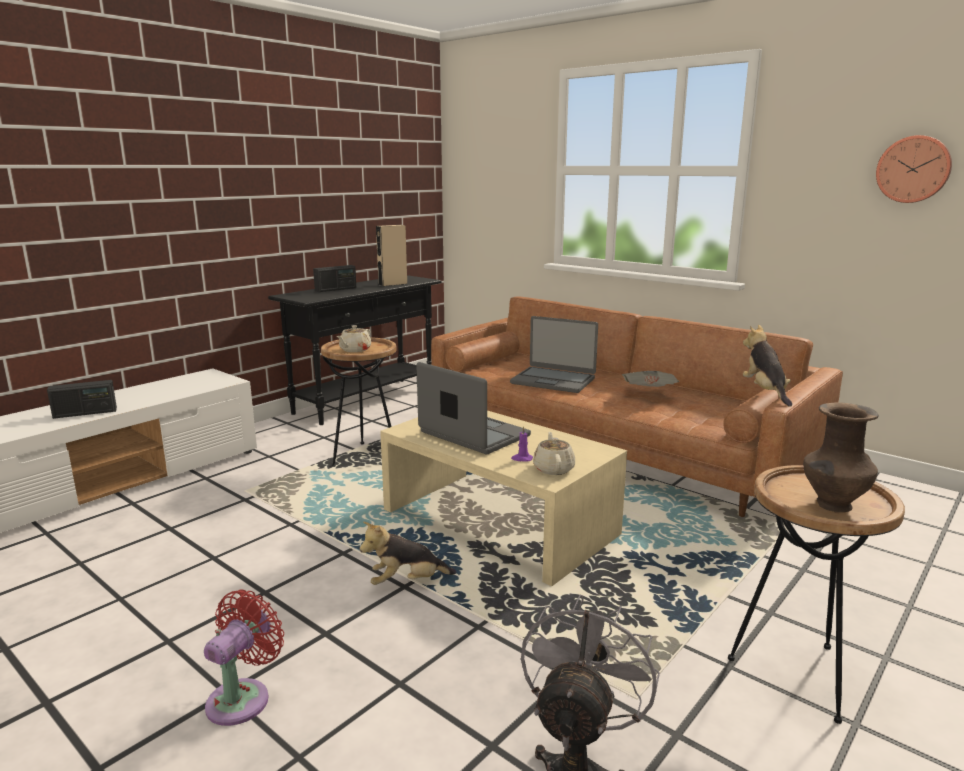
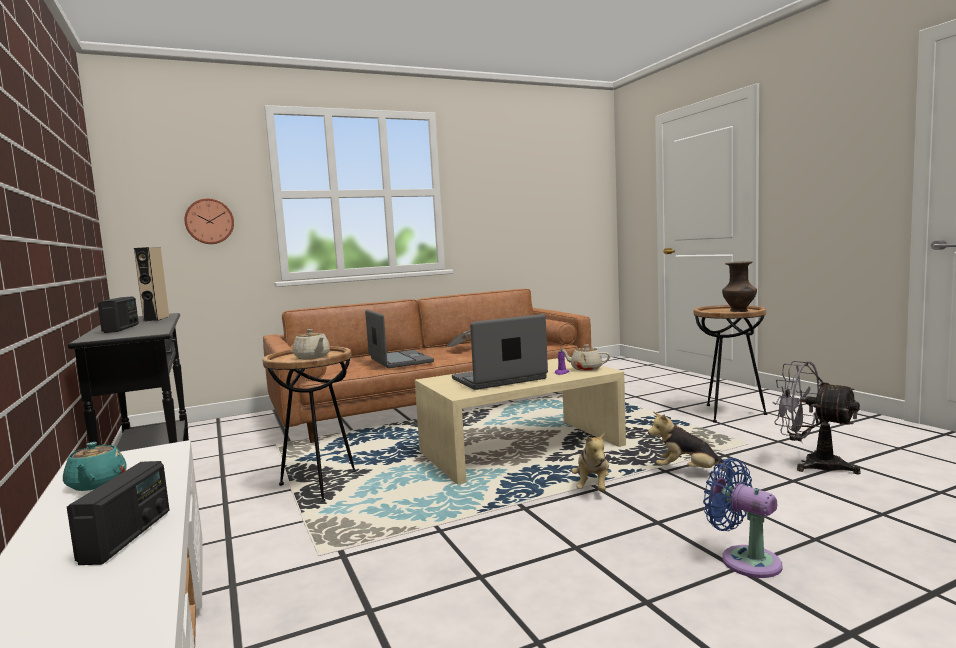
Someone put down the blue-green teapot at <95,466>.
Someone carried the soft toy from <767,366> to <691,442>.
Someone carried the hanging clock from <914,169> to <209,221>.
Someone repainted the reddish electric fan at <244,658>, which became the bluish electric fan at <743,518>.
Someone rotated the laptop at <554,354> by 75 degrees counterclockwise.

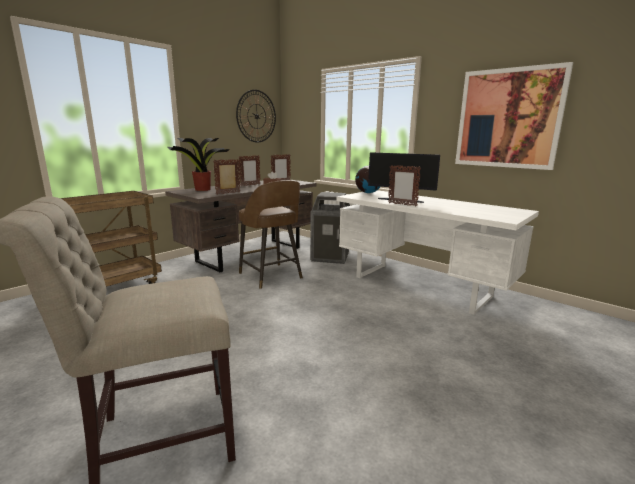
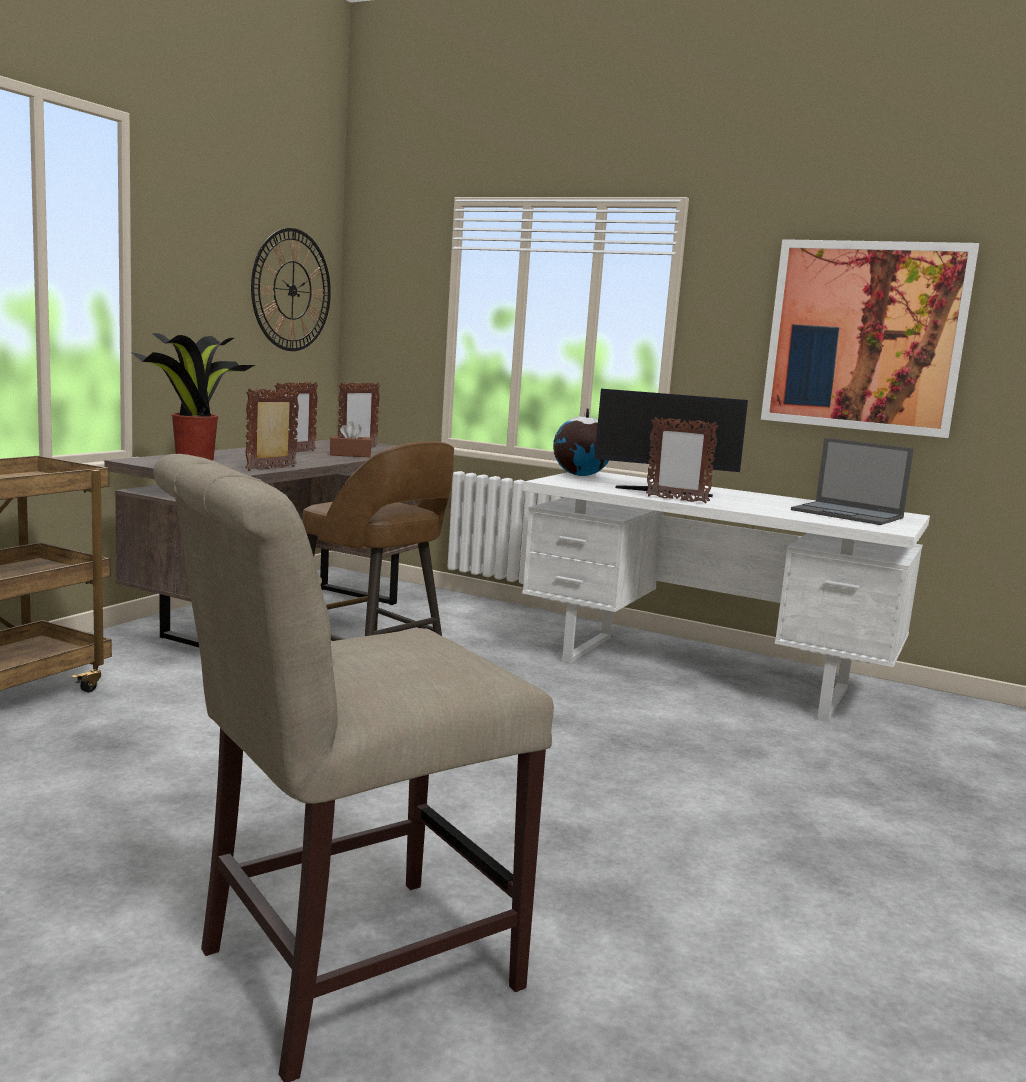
Someone took away the rubbish bin at <330,228>.
Someone put down the laptop at <852,481>.

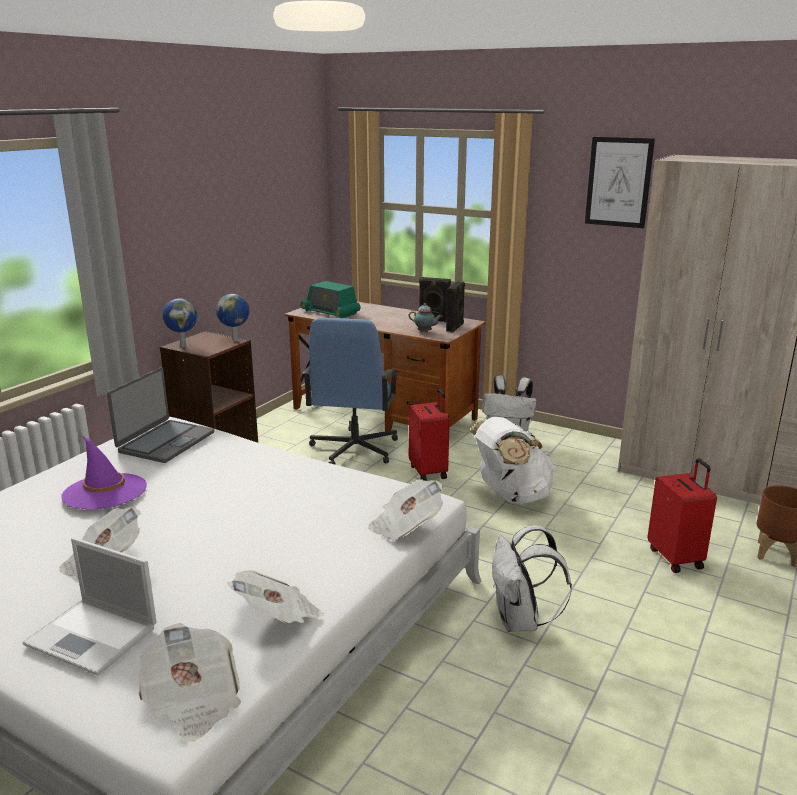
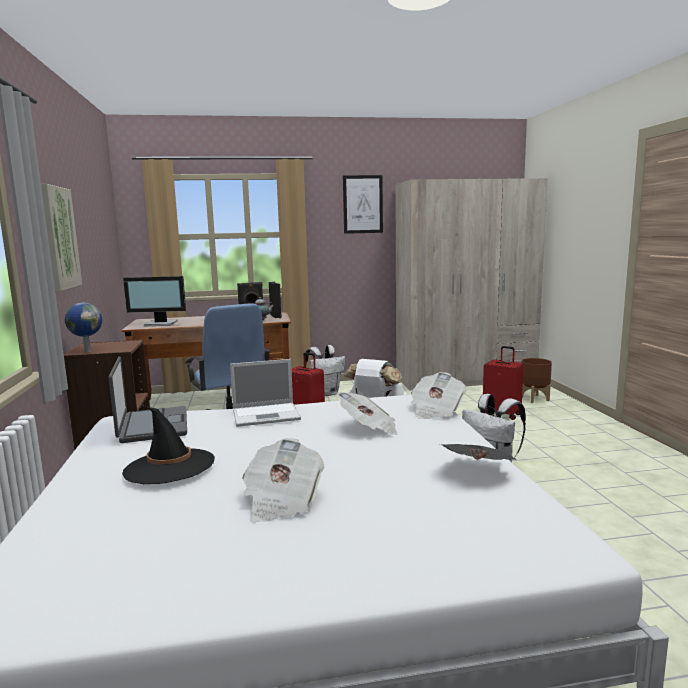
Someone took away the globe at <233,318>.
Someone put up the picture at <61,237>.
Someone carried the laptop from <89,607> to <265,393>.
Someone carried the daily paper from <189,682> to <367,413>.
Someone swapped the radio at <330,299> for the monitor at <154,301>.
Someone repainted the purple-coloured wearable hat at <104,473>, which became the black-coloured wearable hat at <168,445>.

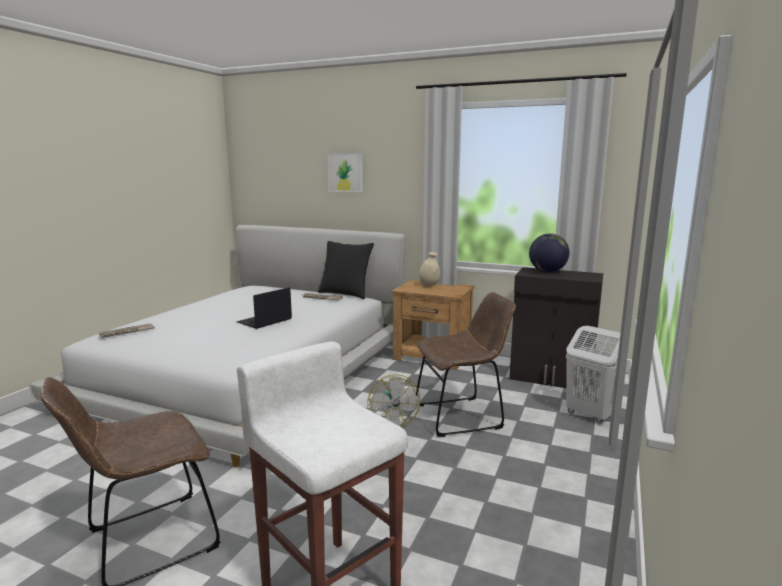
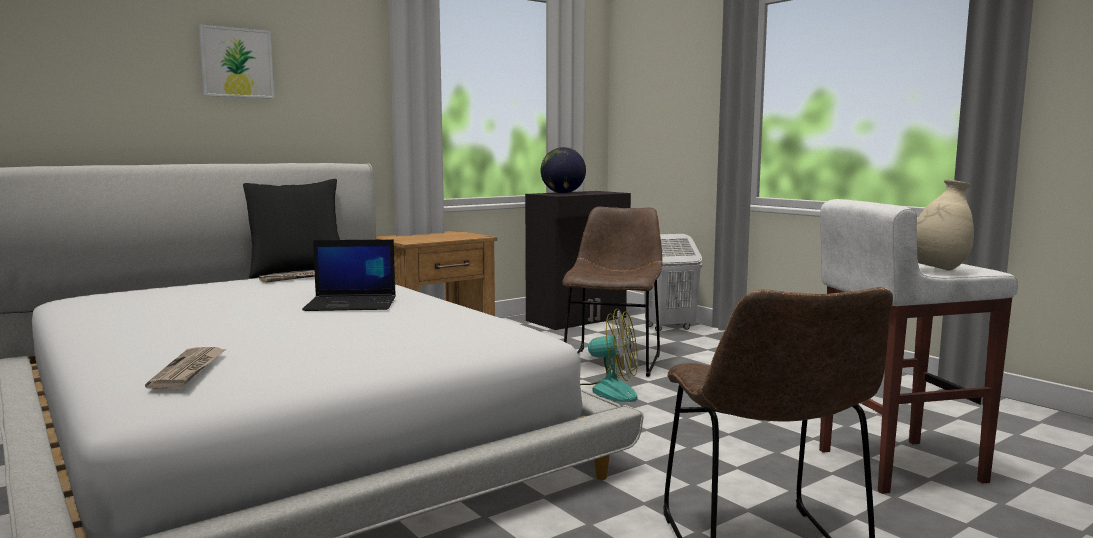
Someone carried the beige-coloured vase from <429,269> to <945,225>.
Someone rotated the laptop at <264,308> by 75 degrees counterclockwise.

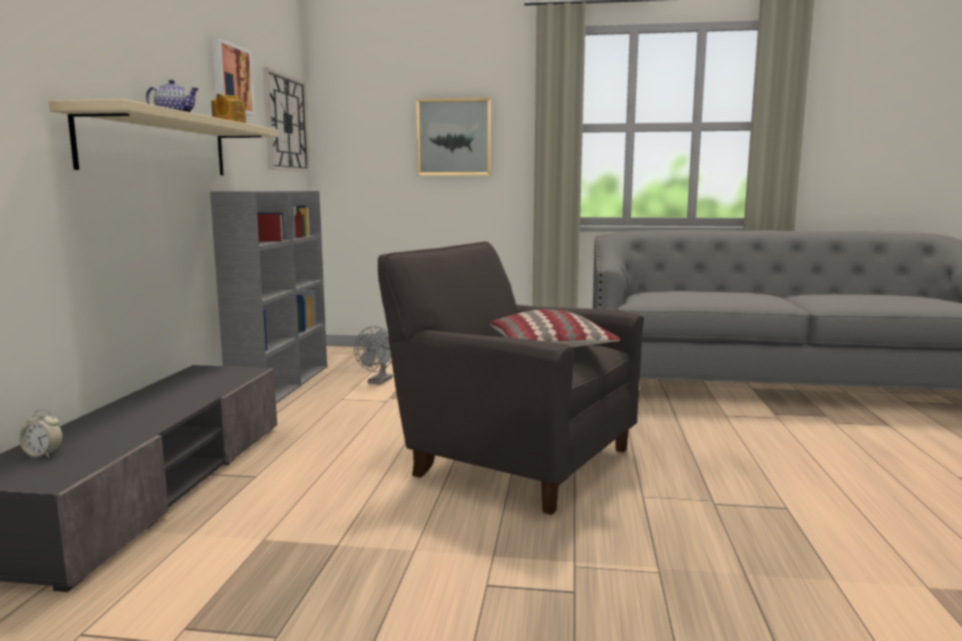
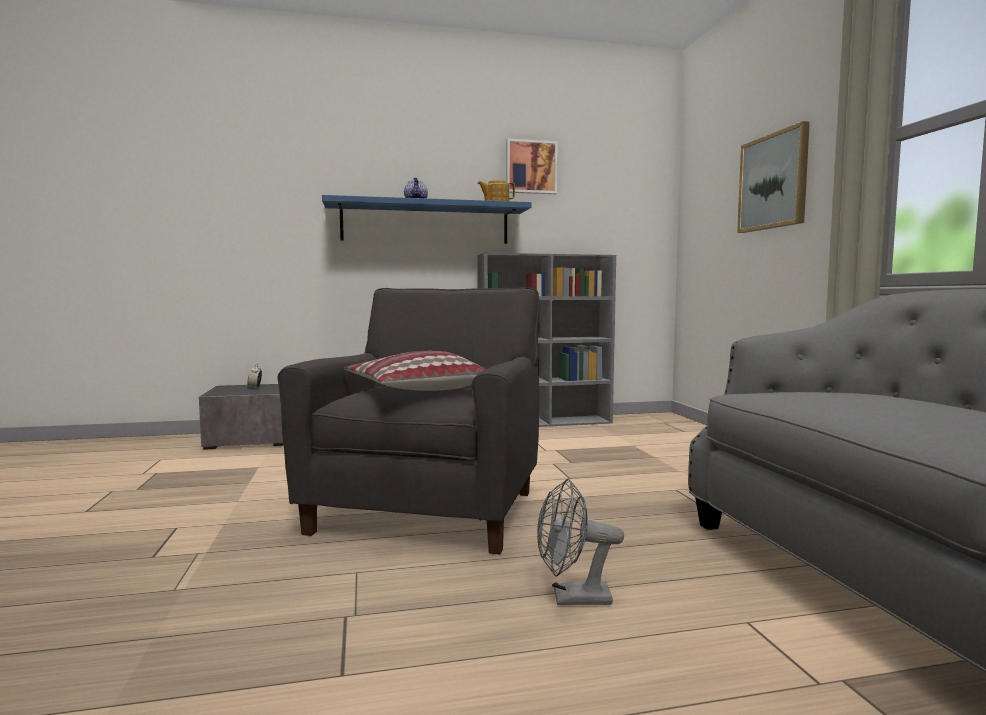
Someone took away the hanging clock at <286,119>.
Someone carried the grey electric fan from <373,355> to <580,542>.
Someone repainted the beige-coloured shelf at <164,137>, which became the bluish shelf at <426,219>.

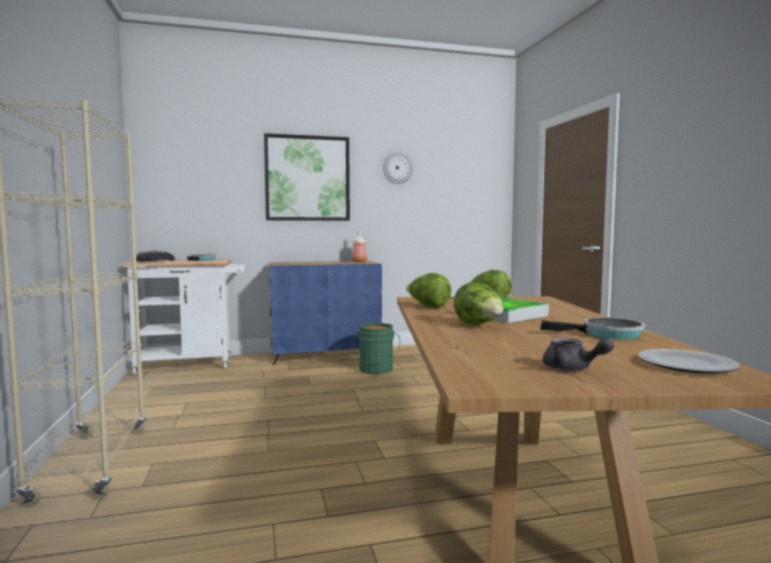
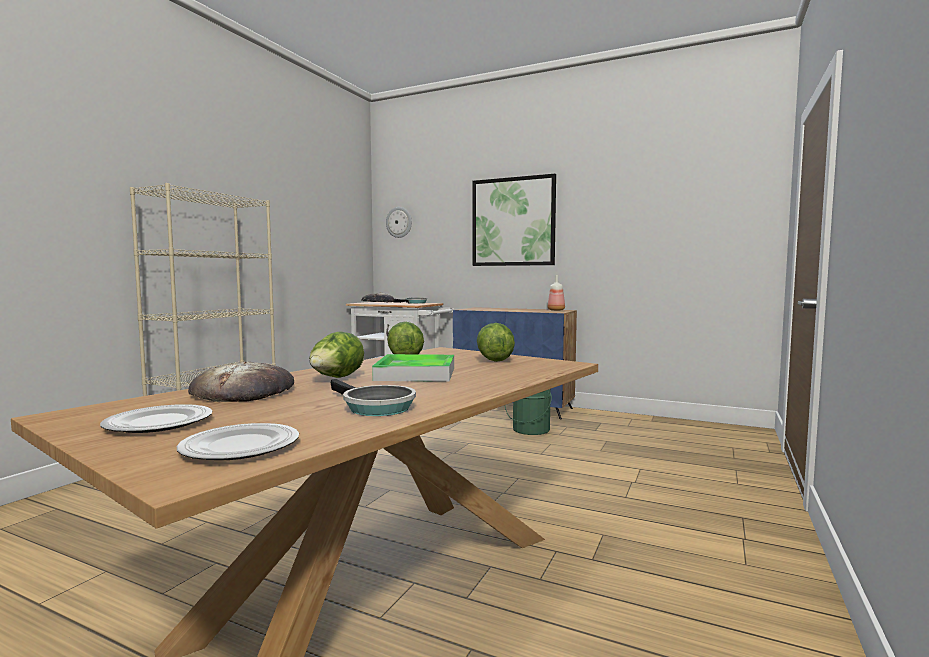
Someone put down the baked bread at <241,382>.
Someone carried the hanging clock from <398,168> to <399,222>.
Someone swapped the grey teapot at <578,354> for the dinner plate at <156,418>.

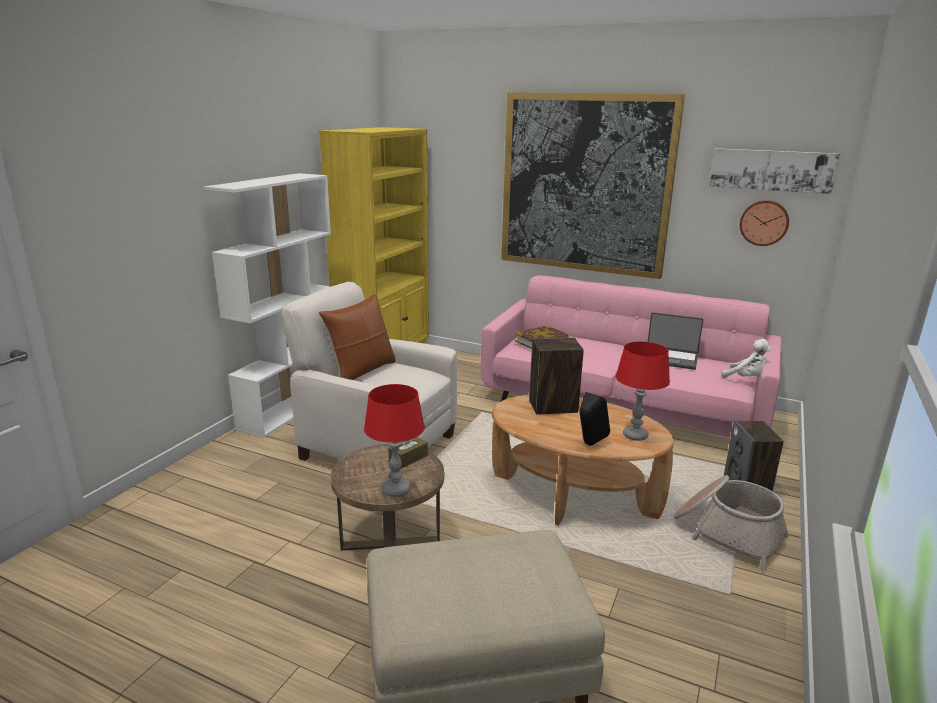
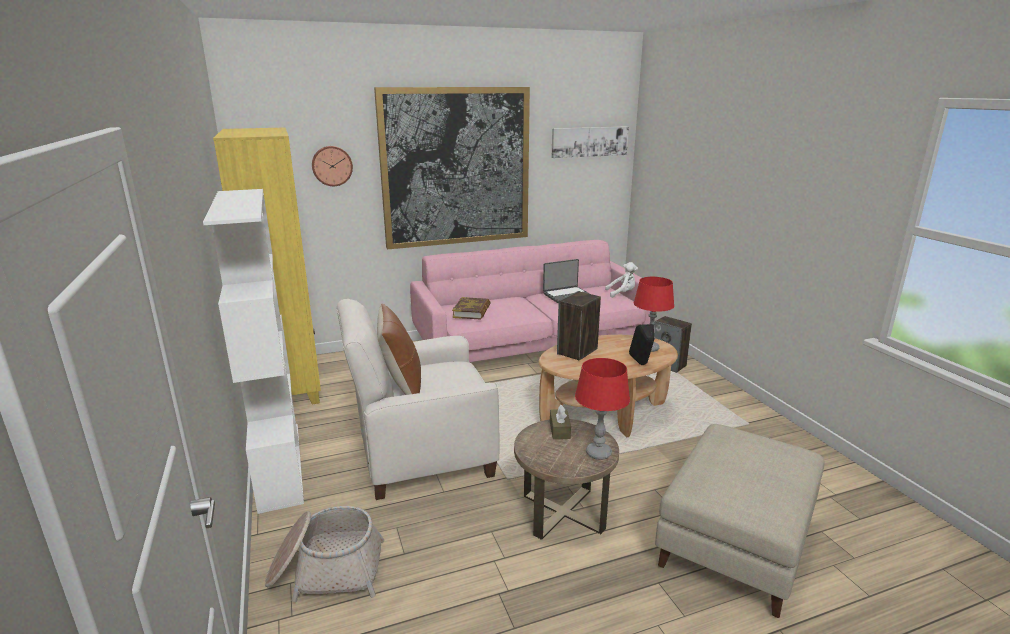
Someone carried the basket from <731,523> to <324,554>.
Someone carried the hanging clock from <764,223> to <332,166>.

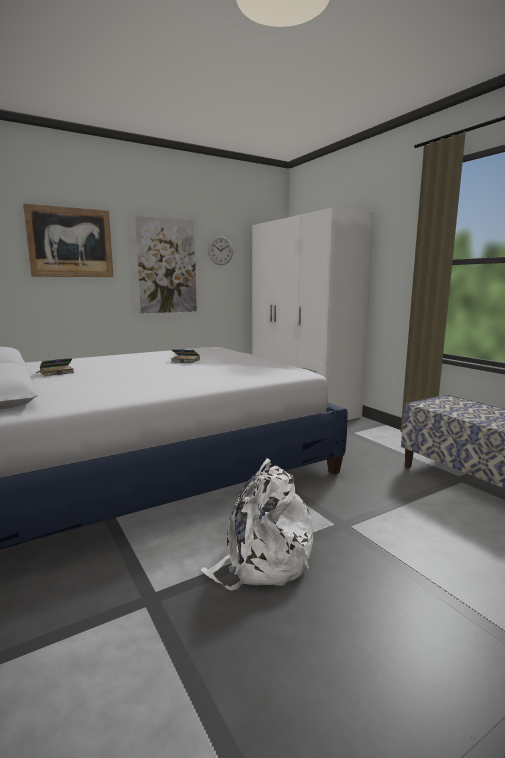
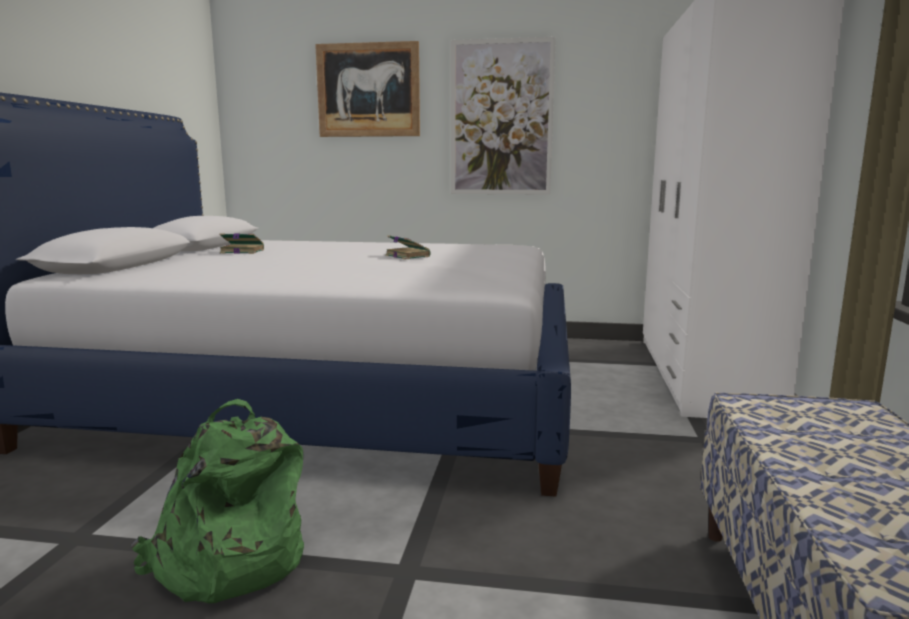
Someone took away the hanging clock at <220,250>.
Someone repainted the white-coloured knapsack at <256,524>, which became the greenish knapsack at <217,501>.

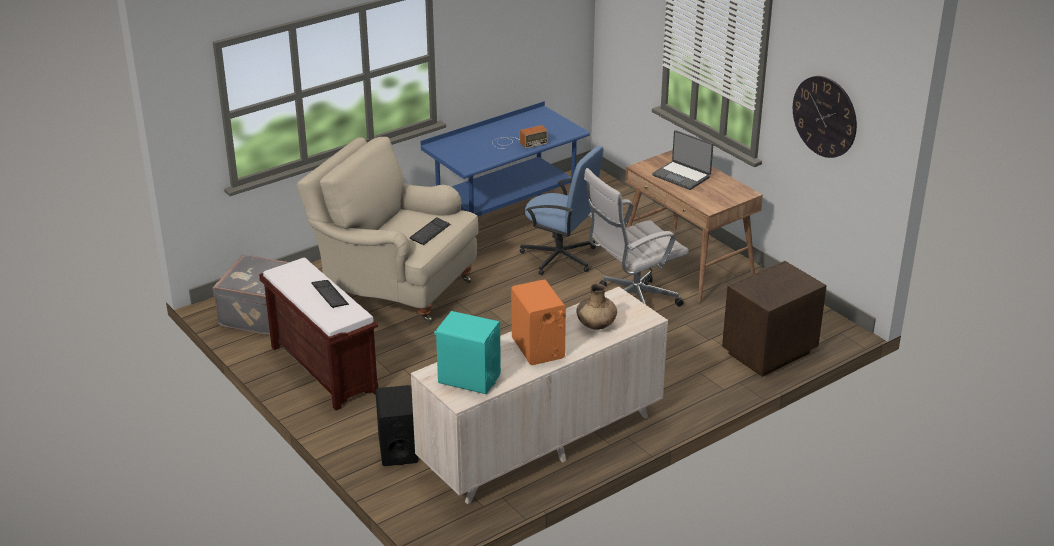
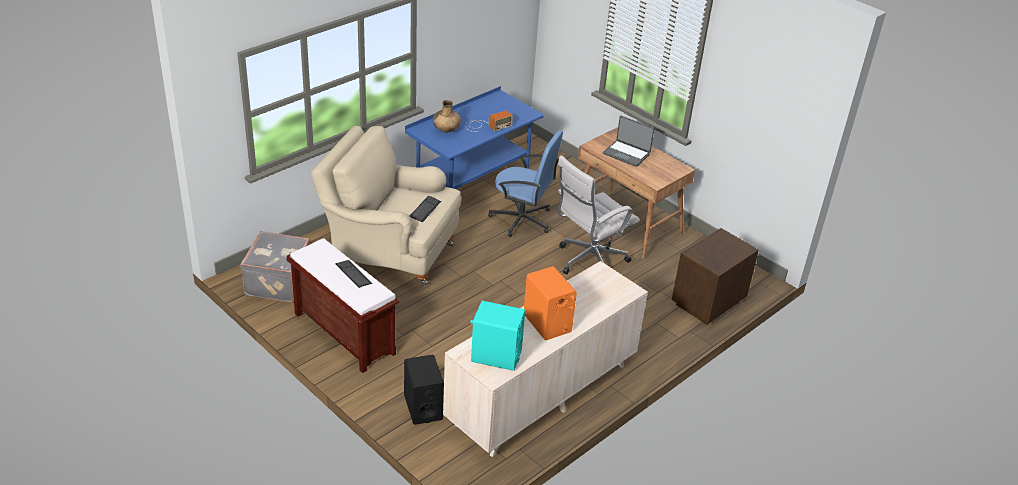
Someone took away the hanging clock at <825,117>.
Someone carried the brownish vase from <596,306> to <447,116>.

